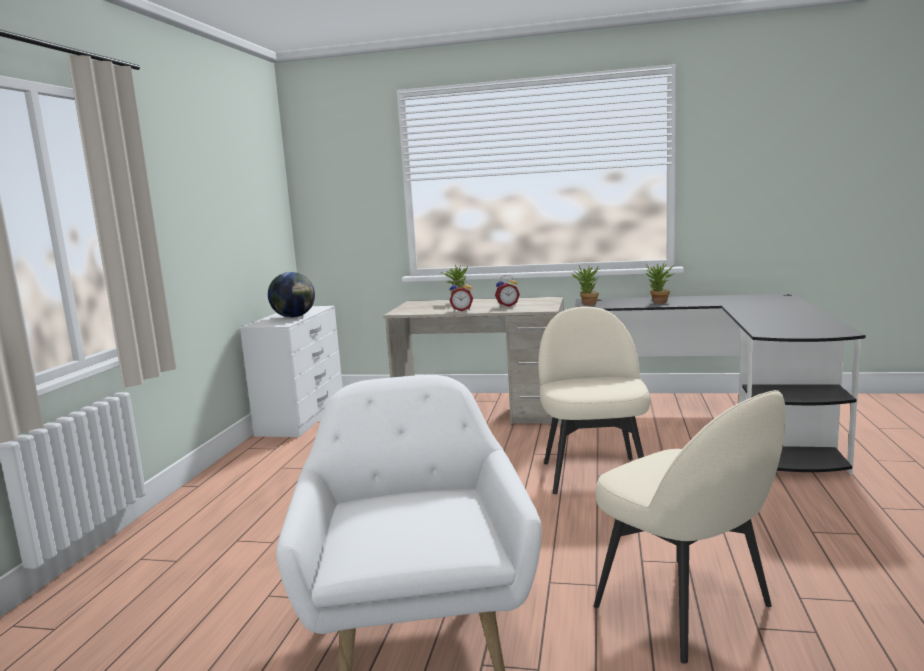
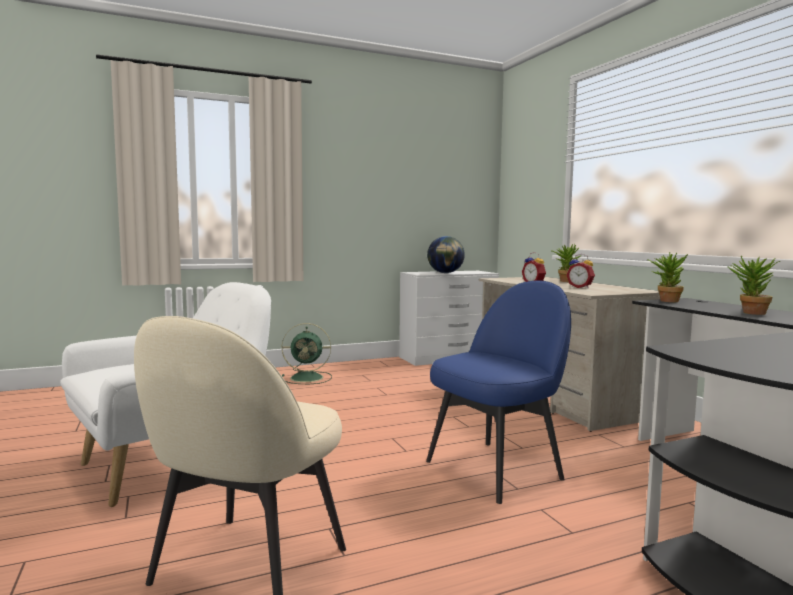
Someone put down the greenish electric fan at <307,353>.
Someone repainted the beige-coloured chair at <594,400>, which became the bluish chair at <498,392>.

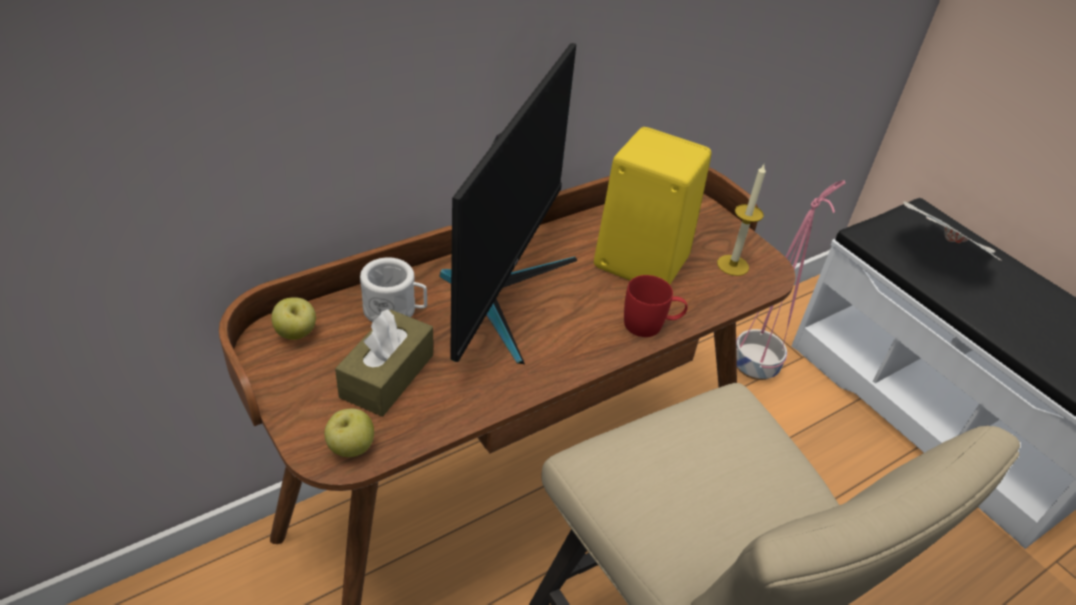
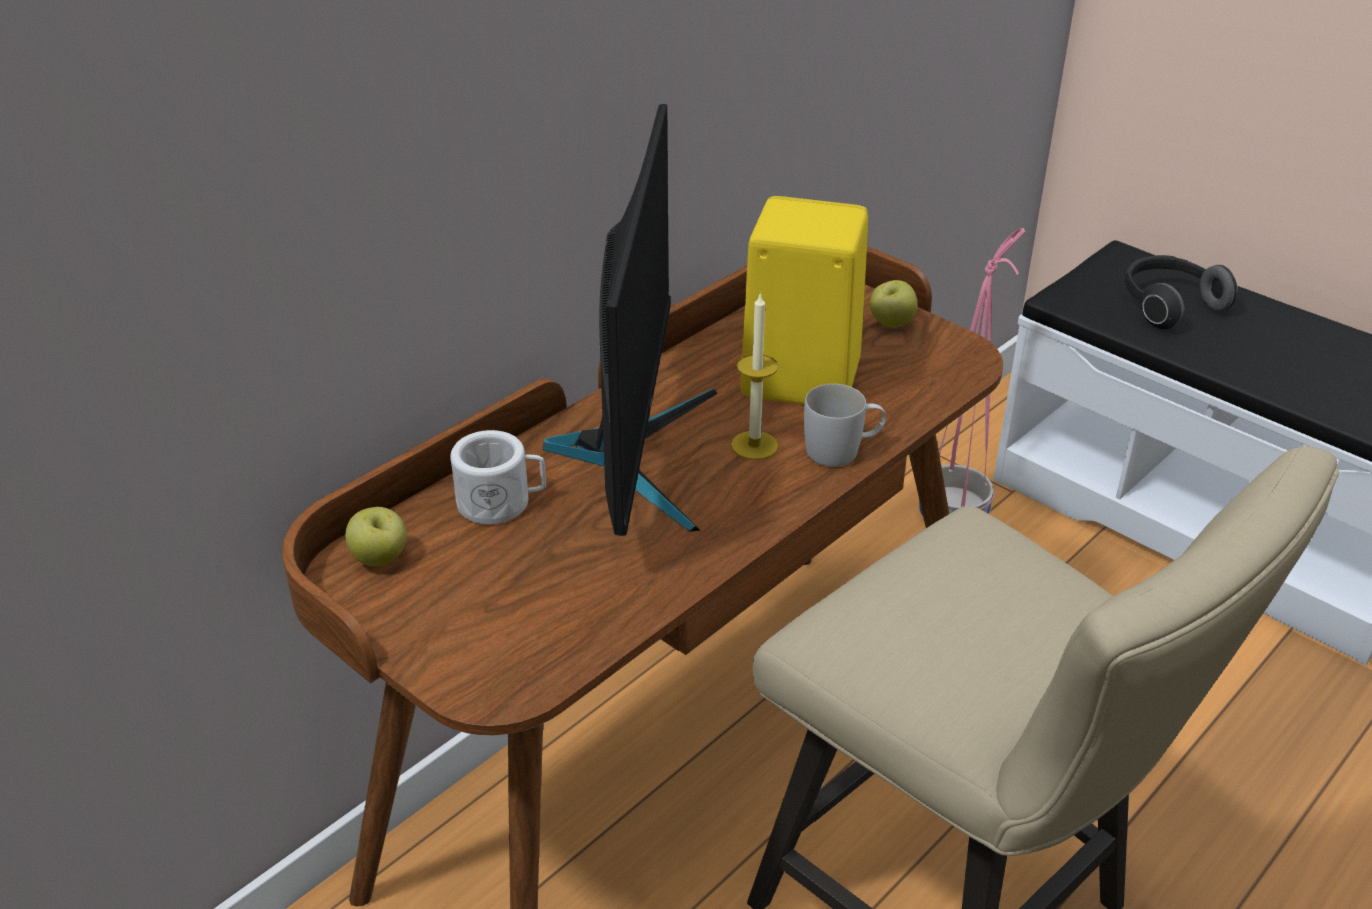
Someone took away the brownish tissue holder at <384,363>.
Someone carried the apple from <349,433> to <894,304>.
Someone carried the wax light from <741,219> to <755,376>.
Someone swapped the daily paper at <952,231> for the pair of headphones at <1181,292>.
Someone repainted the reddish mug at <655,306>, which became the white-coloured mug at <845,425>.

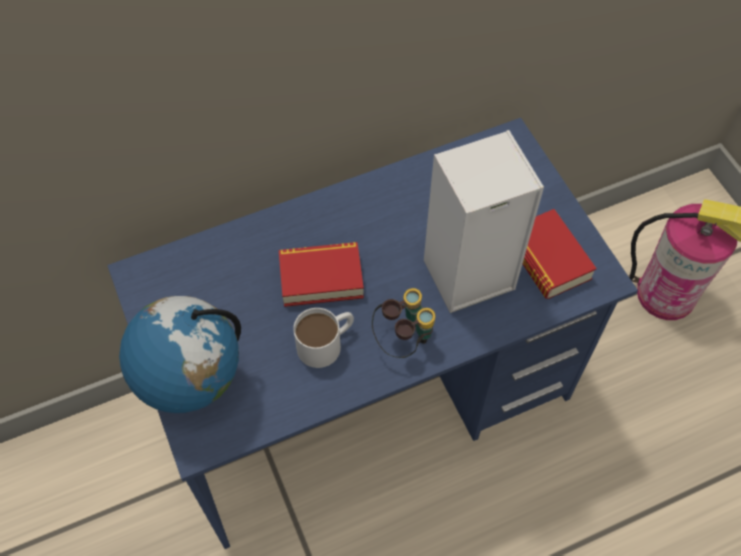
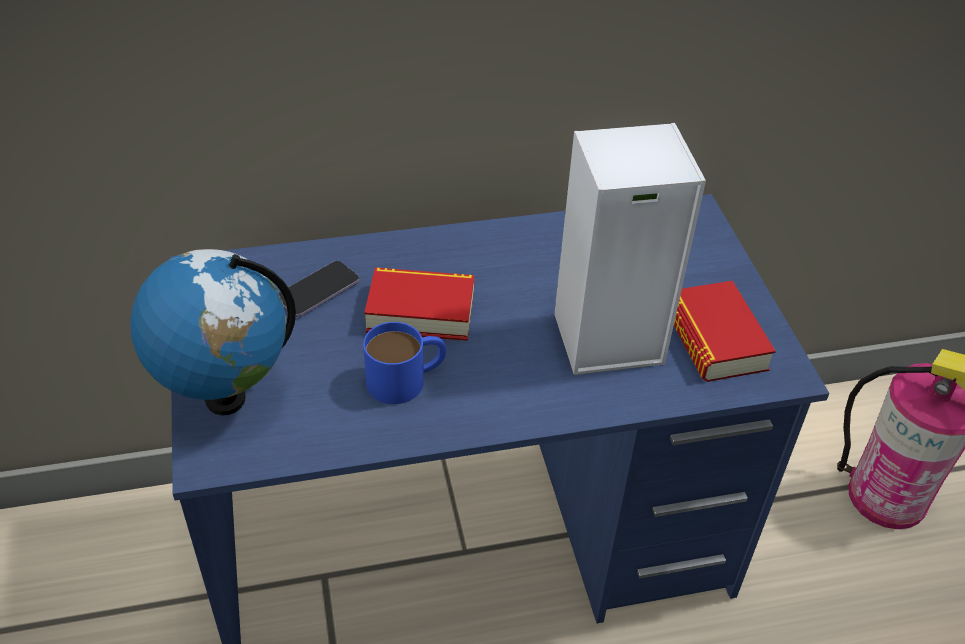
Someone took away the pair of binoculars at <404,323>.
Someone put down the phone at <319,289>.
Someone repainted the white-coloured mug at <323,338>, which became the bluish mug at <404,363>.

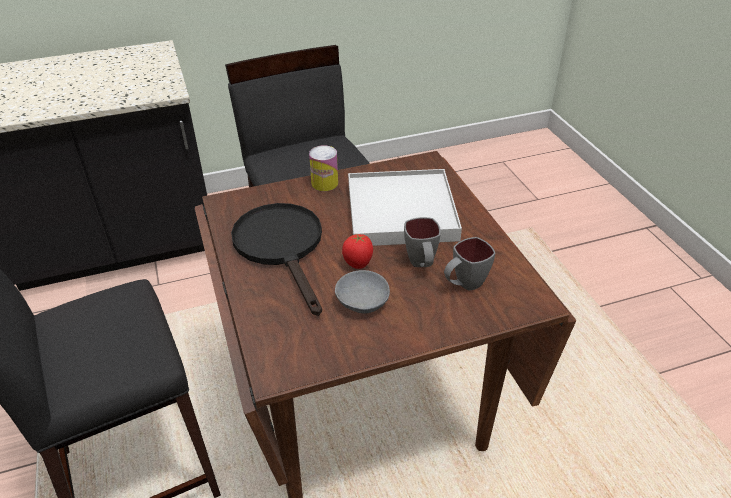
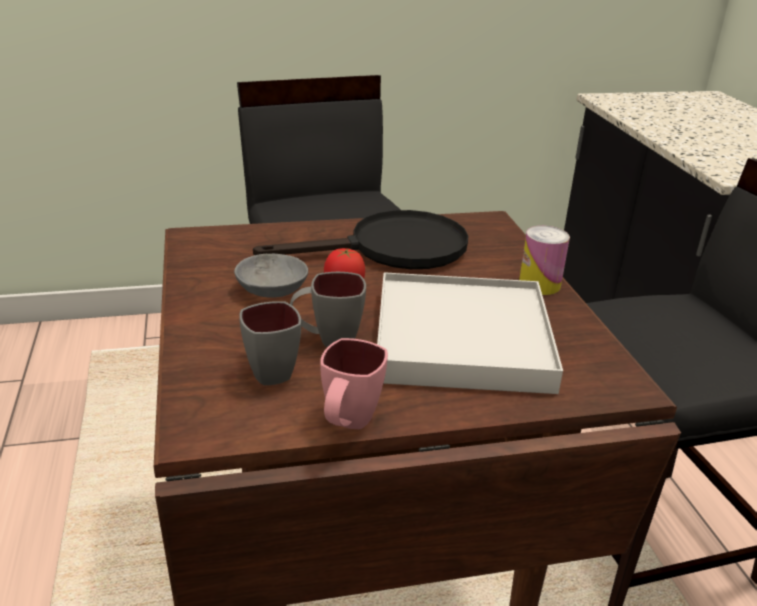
Someone put down the pink-coloured mug at <354,383>.

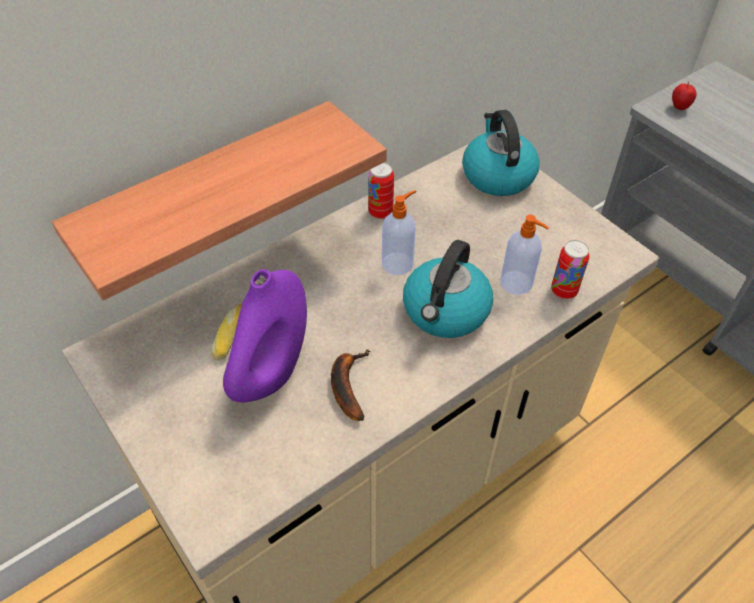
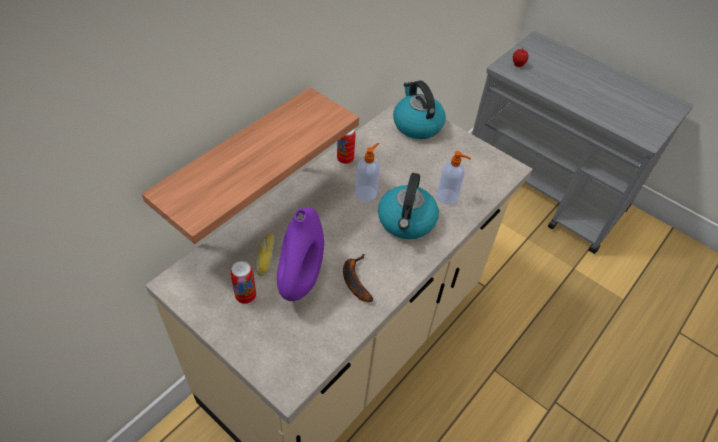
Someone carried the can from <570,269> to <243,282>.

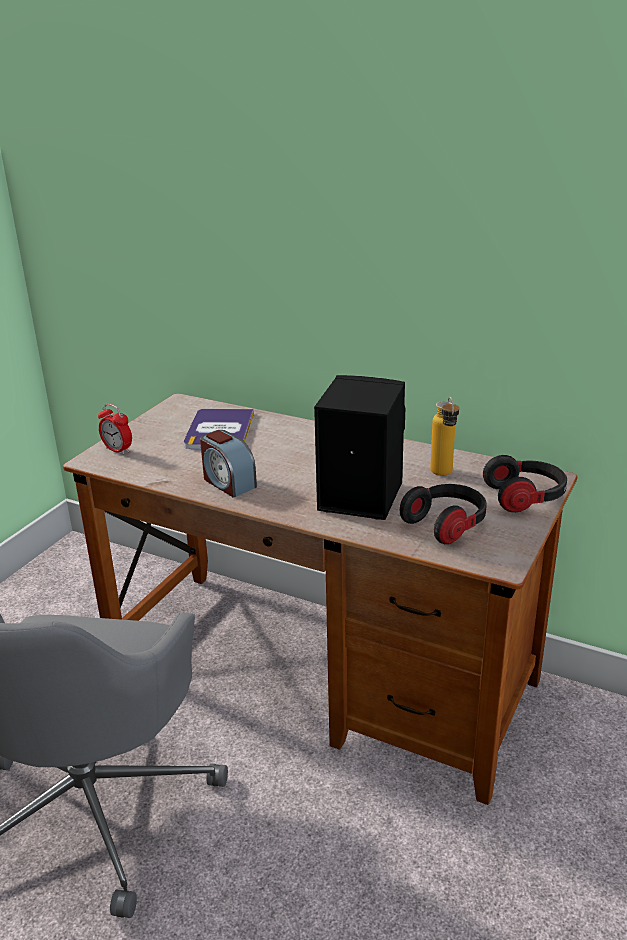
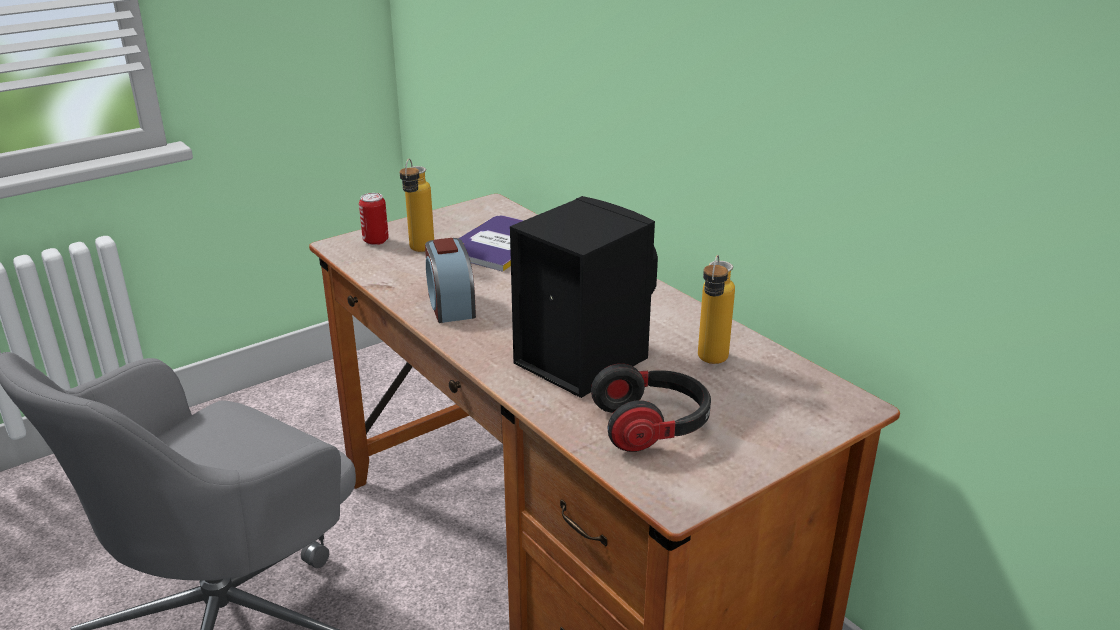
Someone took away the pair of headphones at <525,483>.
Someone put down the beverage bottle at <417,205>.
Someone swapped the bedside clock at <115,429> for the can at <374,219>.

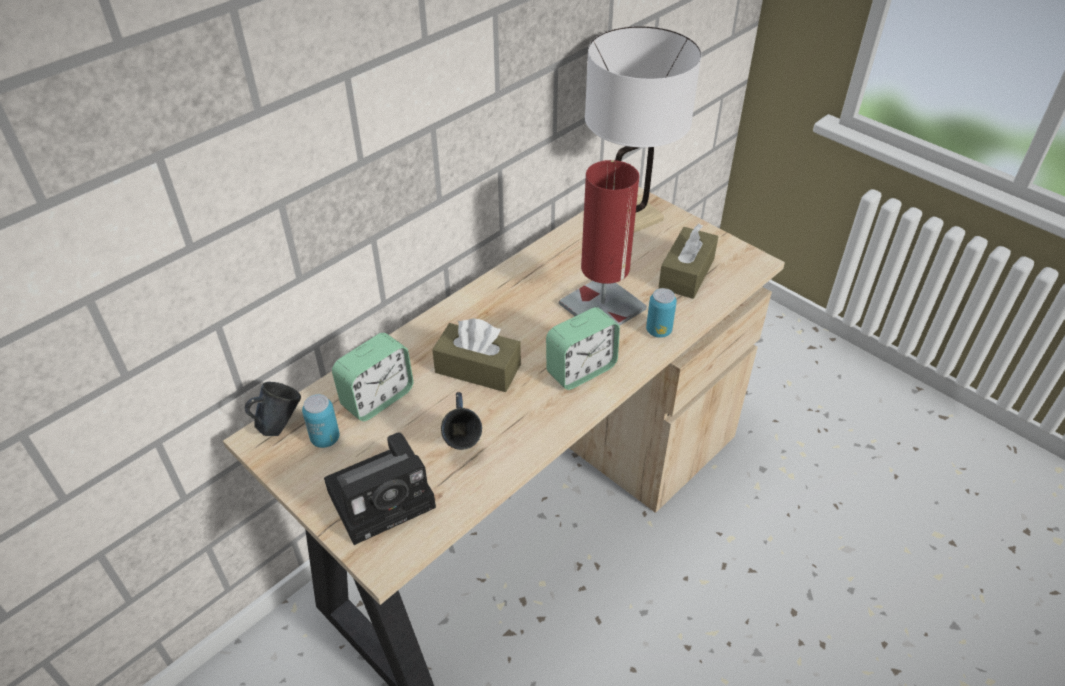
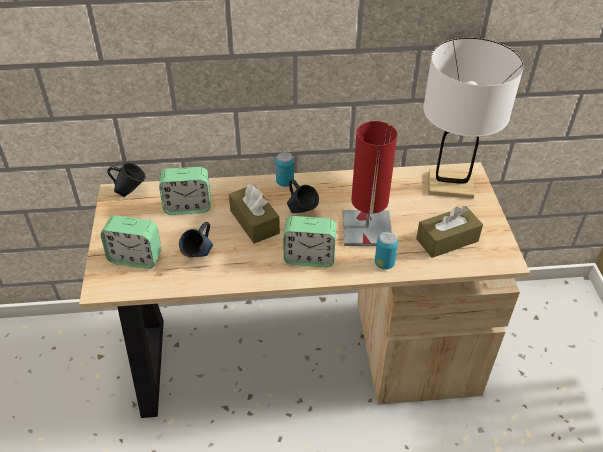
Someone put down the bluish mug at <303,196>.
Someone carried the can from <321,421> to <285,169>.
Someone swapped the still camera at <380,488> for the bedside clock at <131,242>.

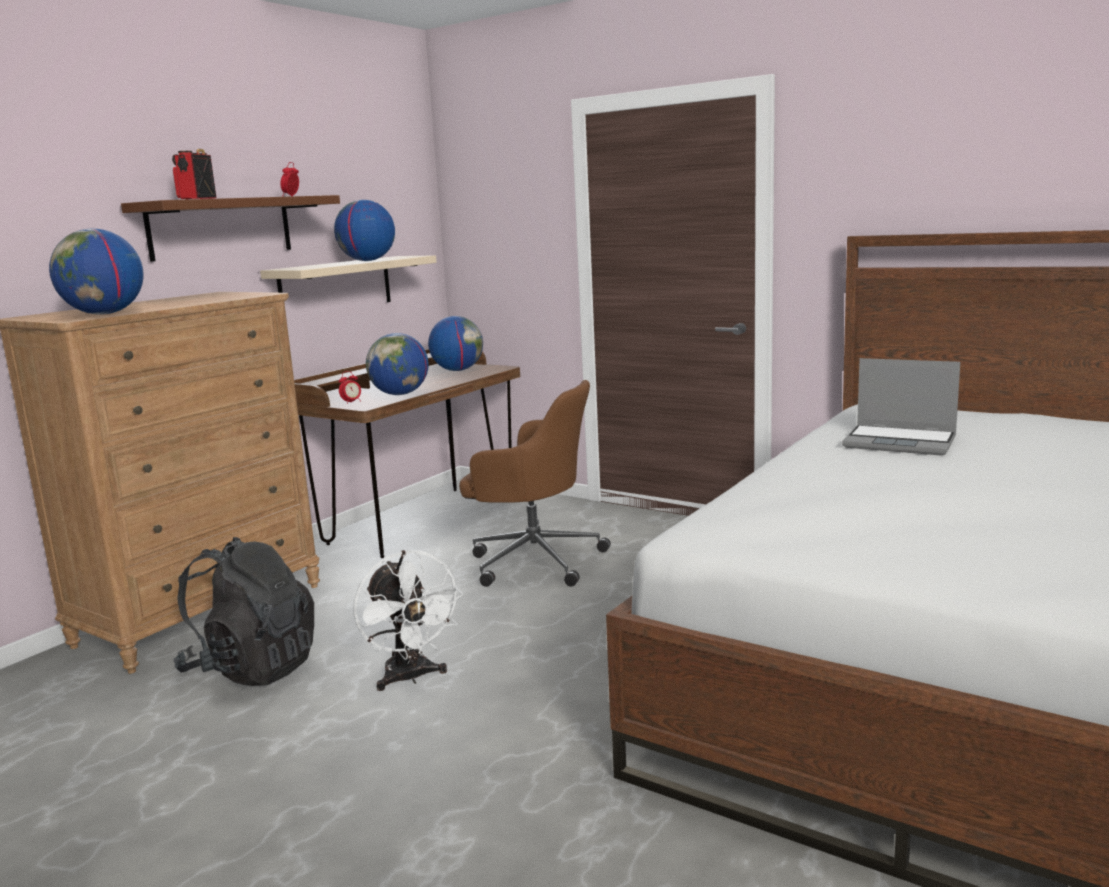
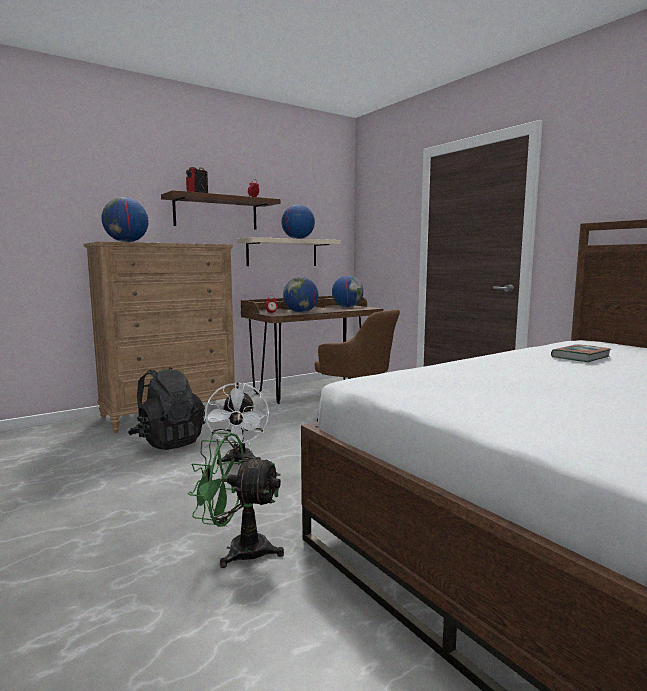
Someone put down the greenish electric fan at <236,500>.
Someone swapped the laptop at <901,407> for the volume at <581,353>.

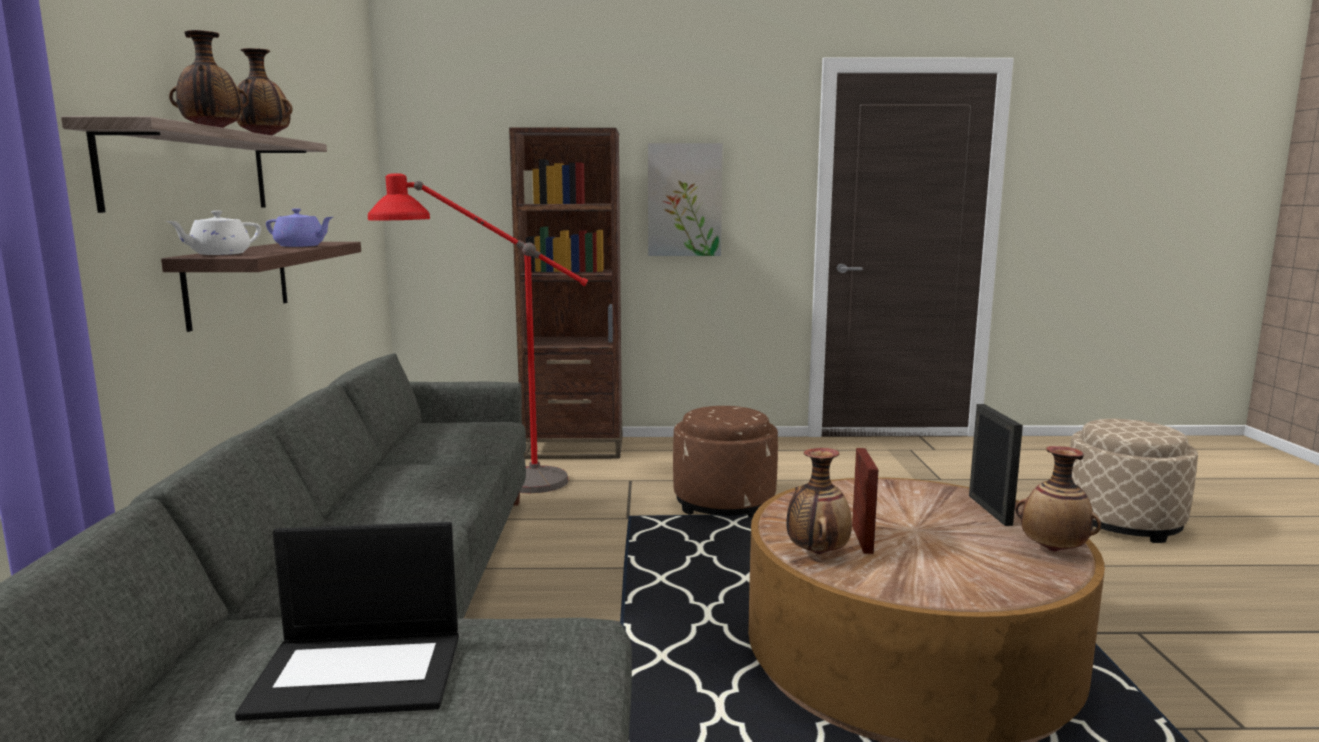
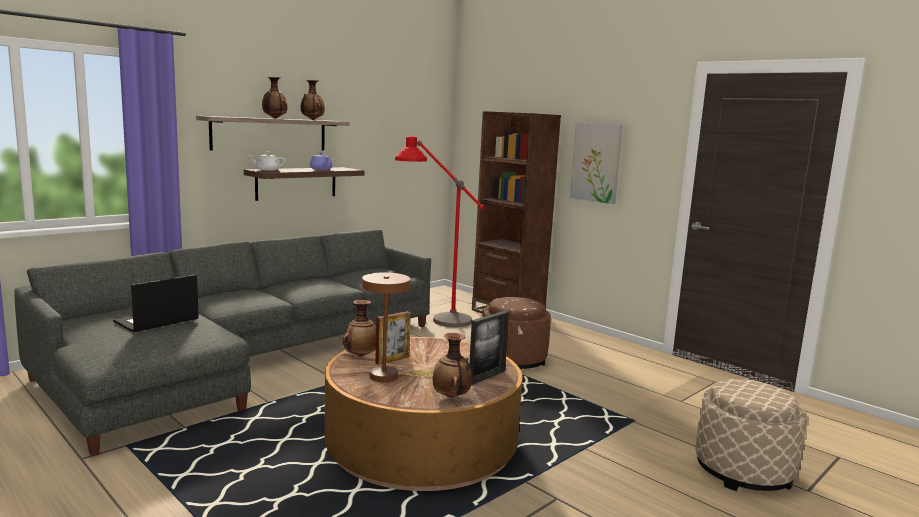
Someone put down the brownish table lamp at <398,327>.
Someone rotated the laptop at <347,621> by 90 degrees clockwise.

